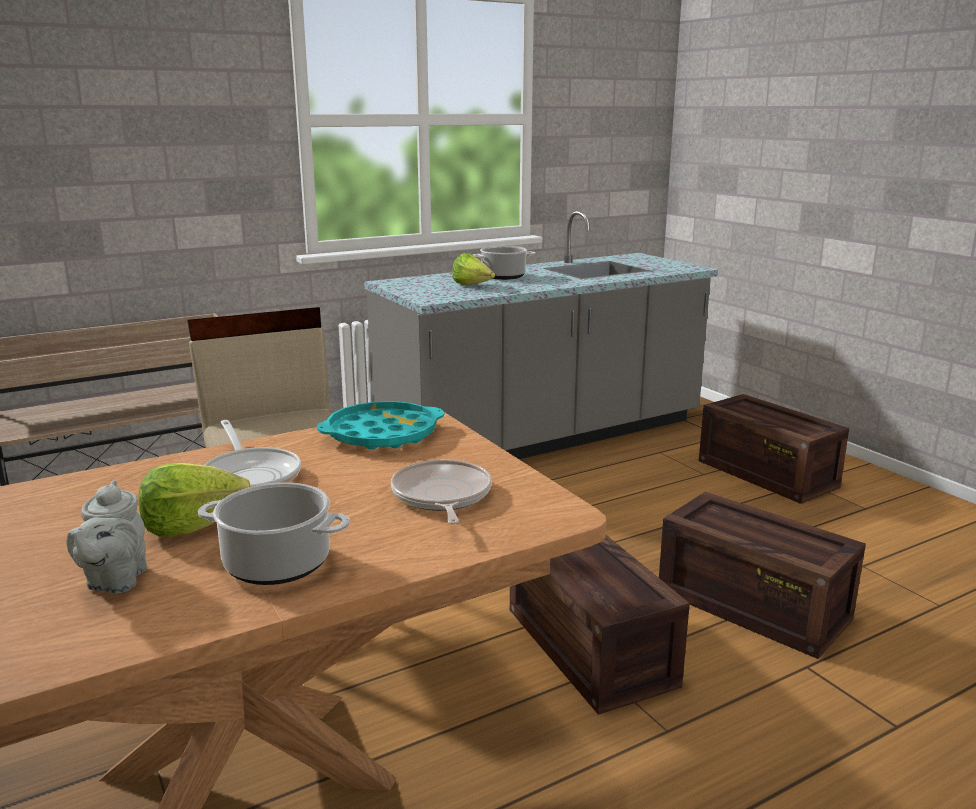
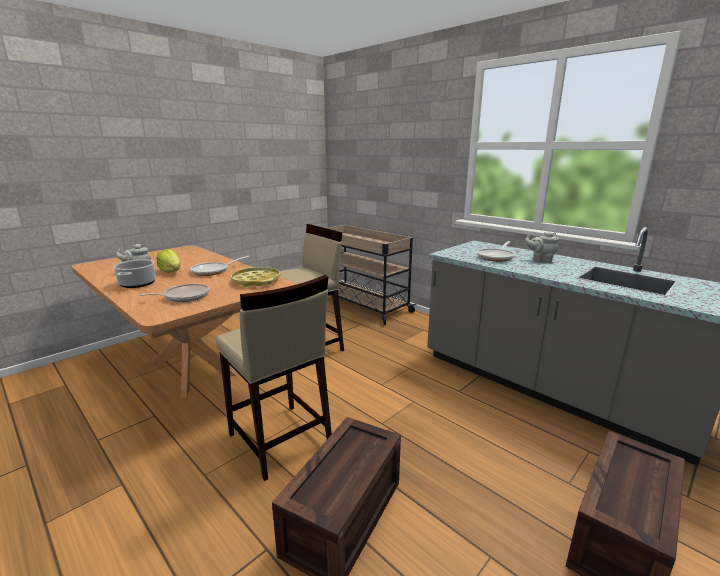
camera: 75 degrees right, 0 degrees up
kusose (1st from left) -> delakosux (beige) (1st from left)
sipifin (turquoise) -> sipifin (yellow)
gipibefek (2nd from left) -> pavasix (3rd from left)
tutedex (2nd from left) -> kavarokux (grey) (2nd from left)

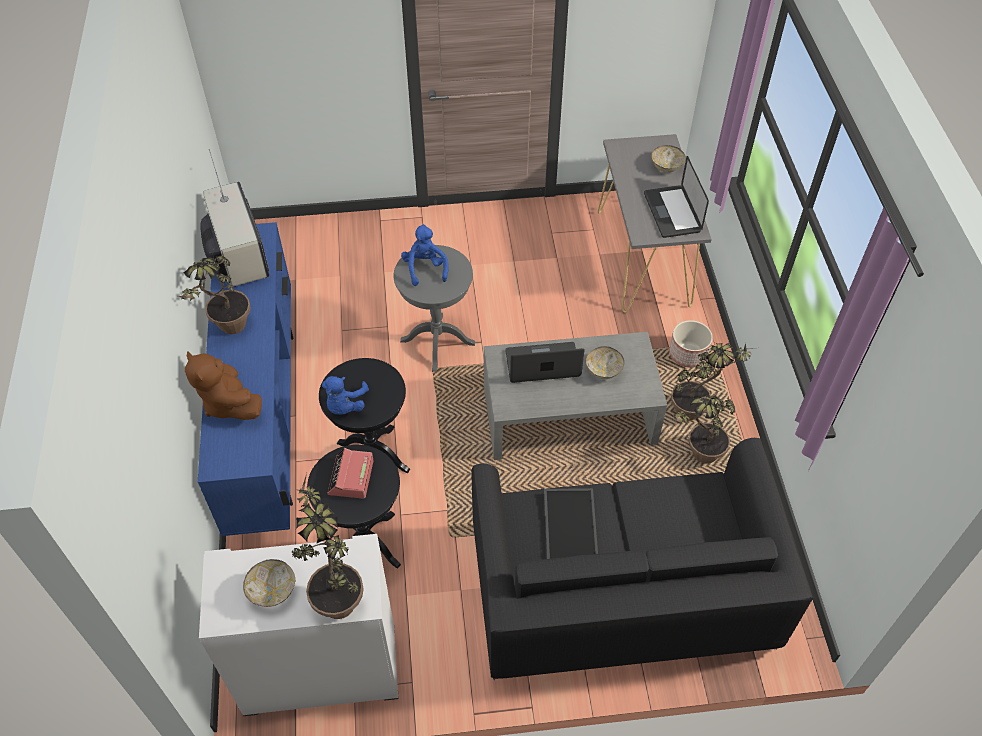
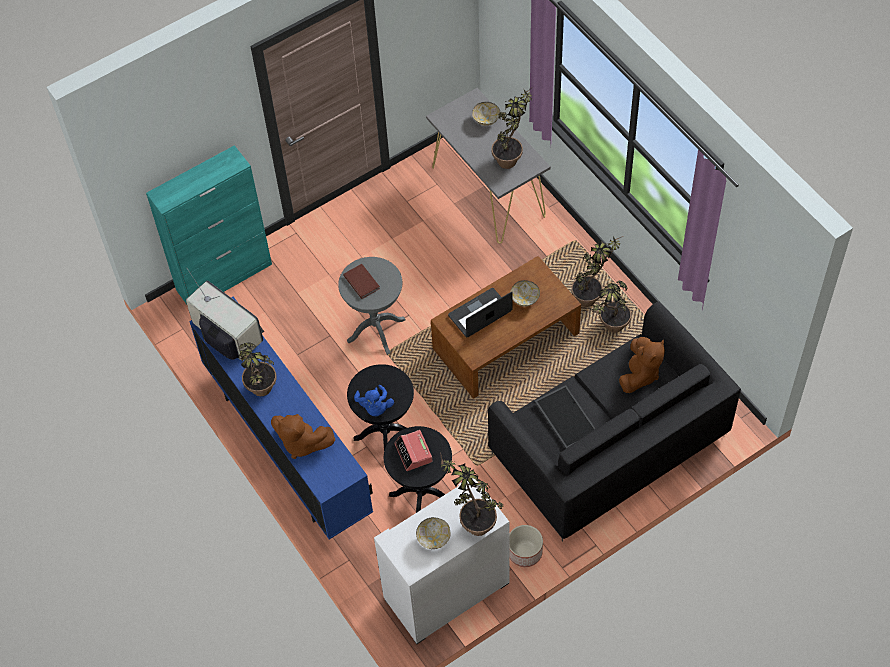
camera: 25 degrees left, 5 degrees up
none -> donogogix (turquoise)
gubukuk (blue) (2nd from left) -> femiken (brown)
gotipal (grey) -> gotipal (brown)
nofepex (2nd from left) -> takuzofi (3rd from left)
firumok, move
none -> gubukuk (brown) (2nd from left)

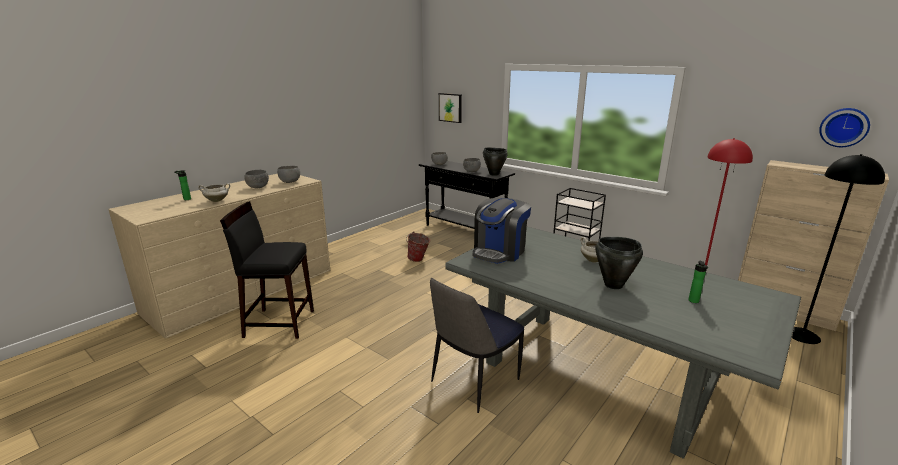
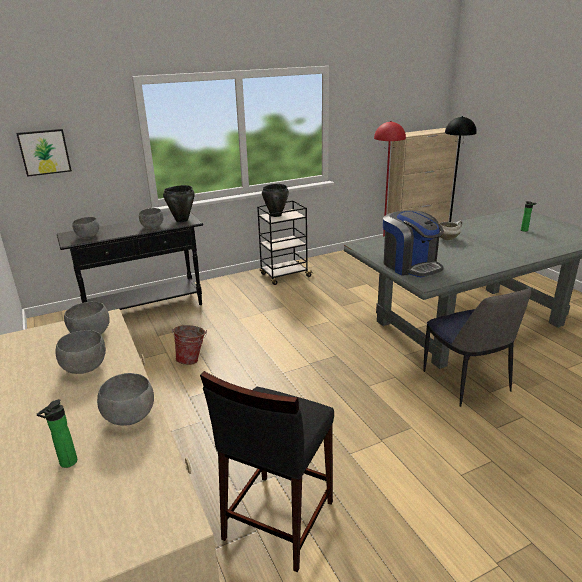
camera: 65 degrees left, 5 degrees up
tutedex (white) (1st from left) -> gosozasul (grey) (4th from left)
tutedex (black) (2nd from left), move
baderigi -> none

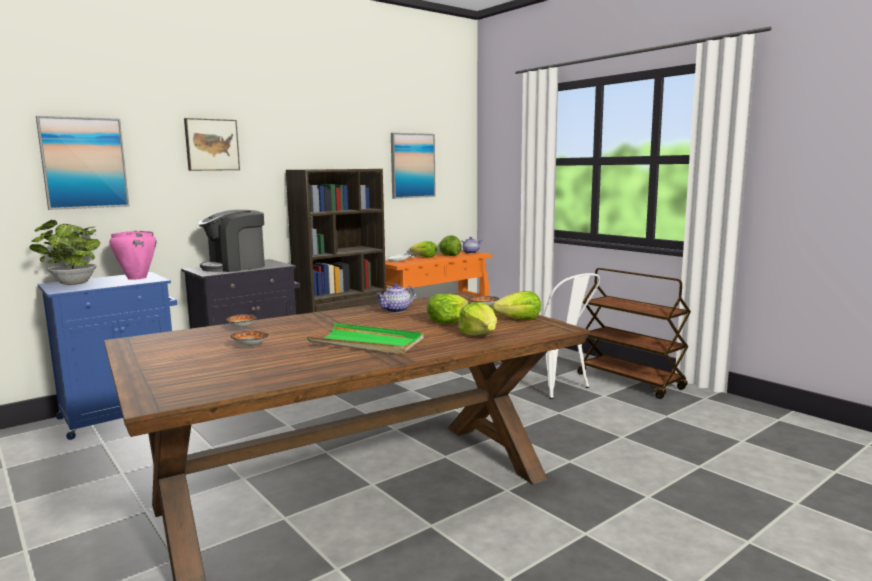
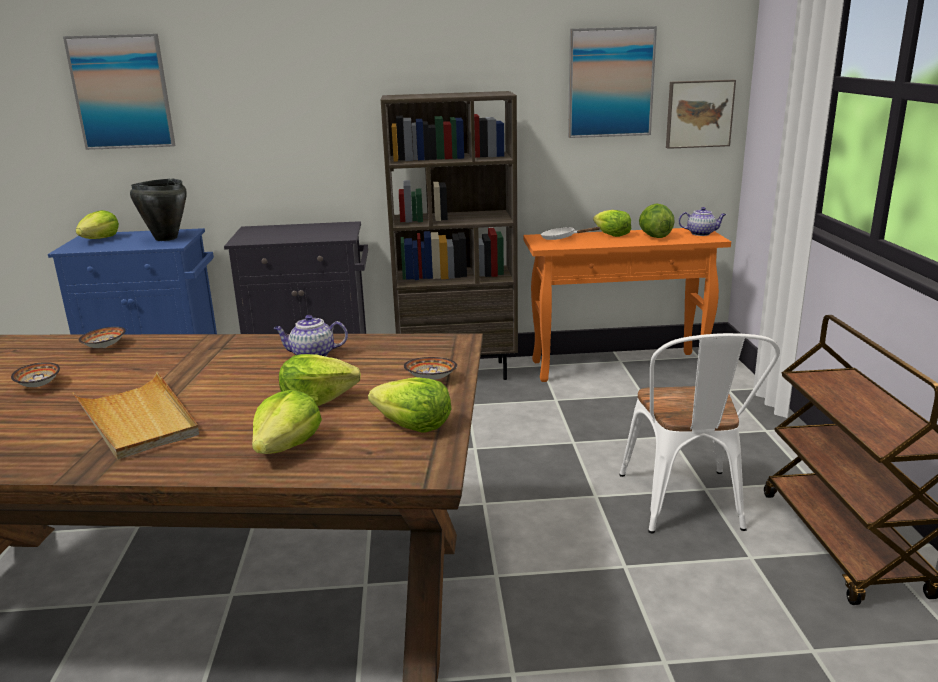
camera: 35 degrees right, 10 degrees up
sipifin (green) -> sipifin (beige)
takuzofi -> gipibefek (1st from left)
tutedex (pink) -> tutedex (black)
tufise (2nd from left in the first image) -> tufise (3rd from left), move
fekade -> none

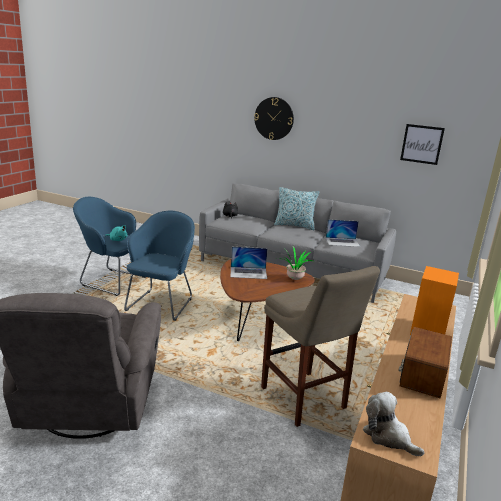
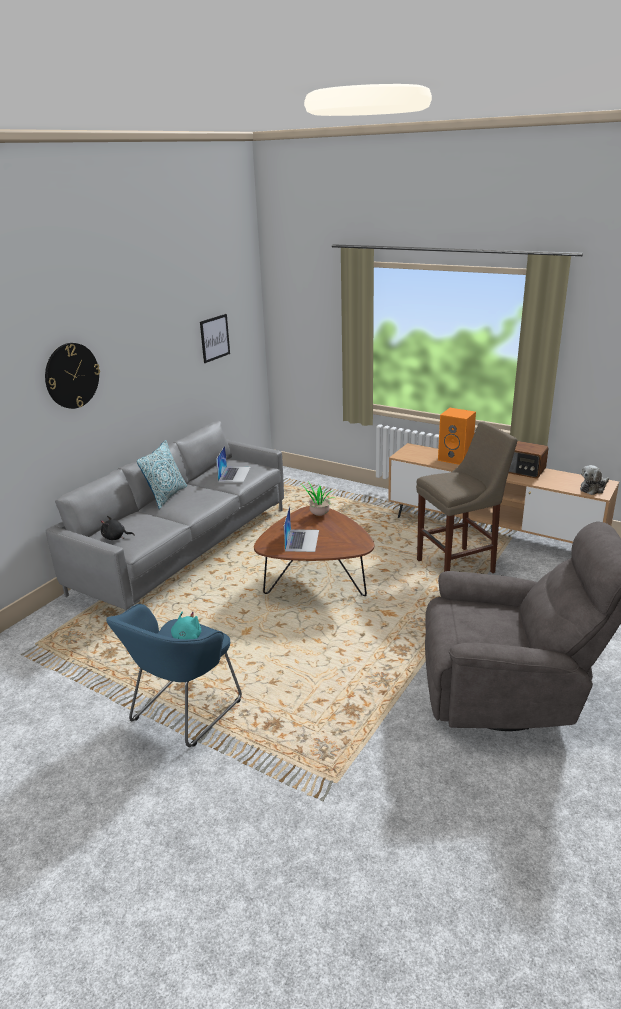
camera: 80 degrees left, 5 degrees up
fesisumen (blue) (2nd from left) -> none

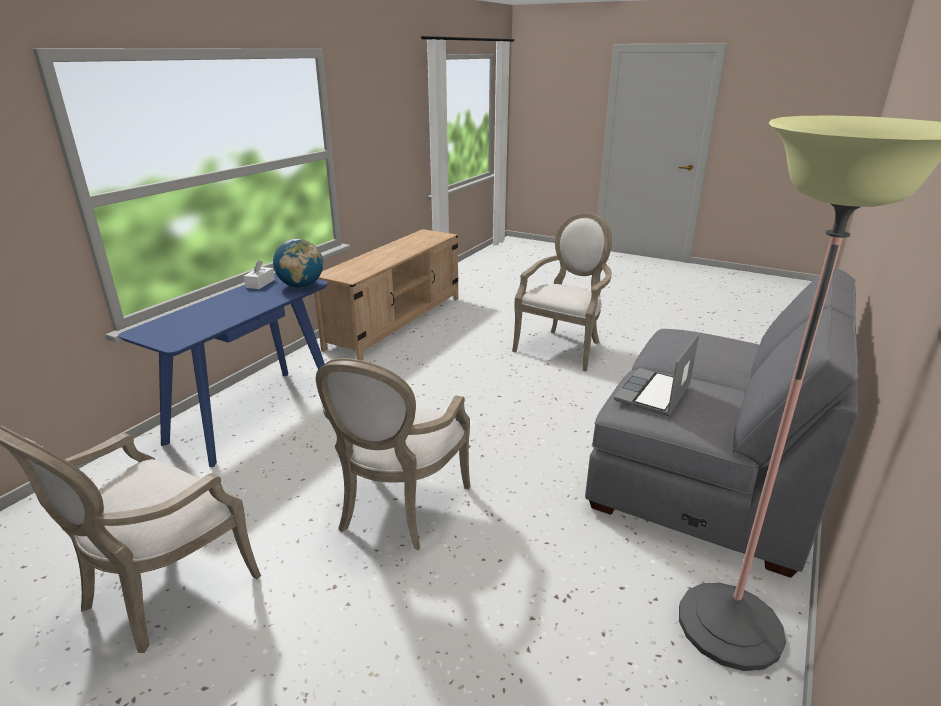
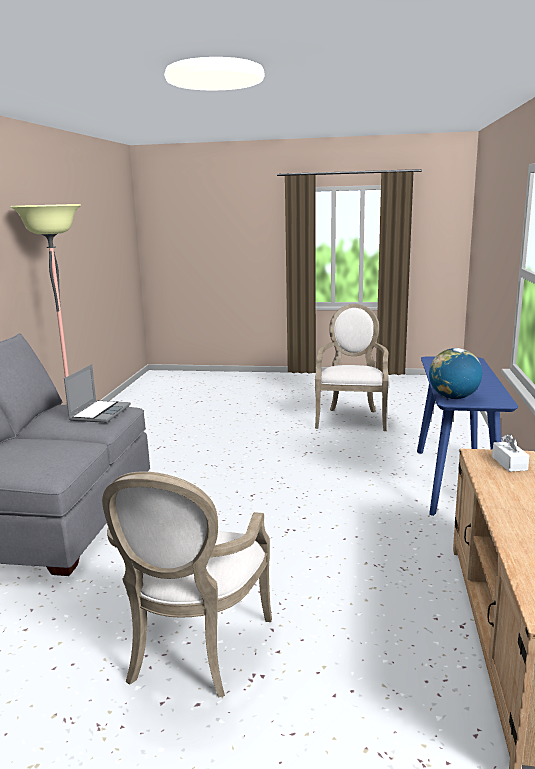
camera: 160 degrees right, 10 degrees down
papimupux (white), move
fesisumen (2nd from left) -> none

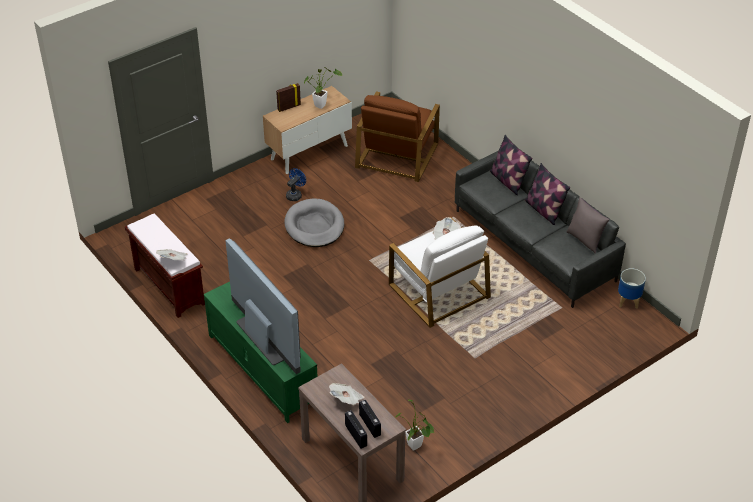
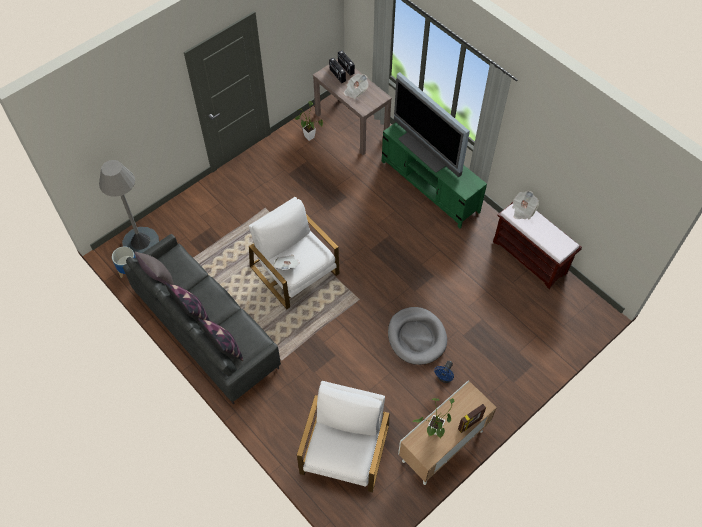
camera: 175 degrees right, 15 degrees up
none -> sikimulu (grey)
fesisumen (brown) -> fesisumen (white) (2nd from left)

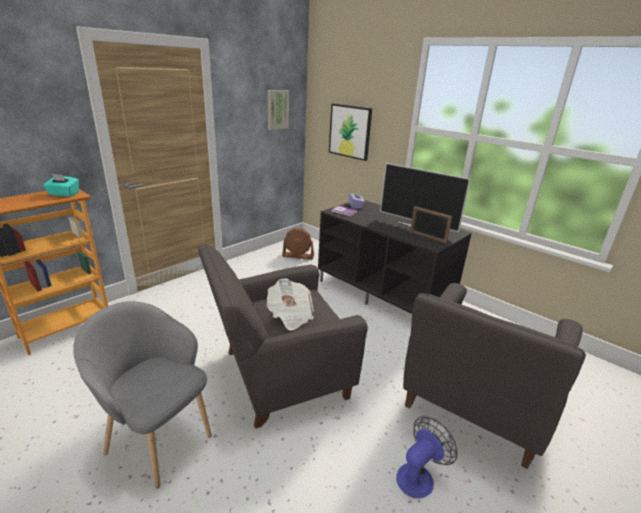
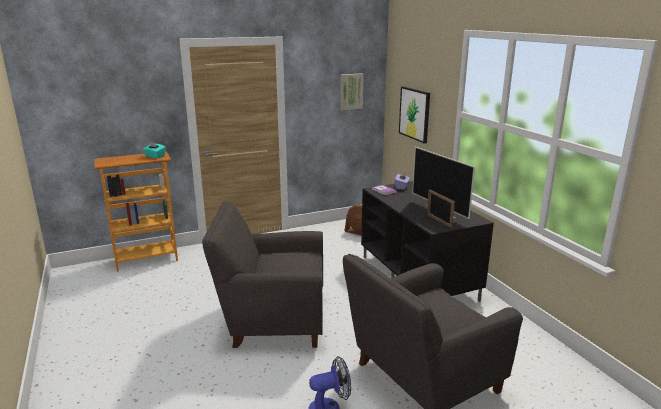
camera: 25 degrees right, 5 degrees down
fesisumen (grey) (1st from left) -> none
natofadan -> none

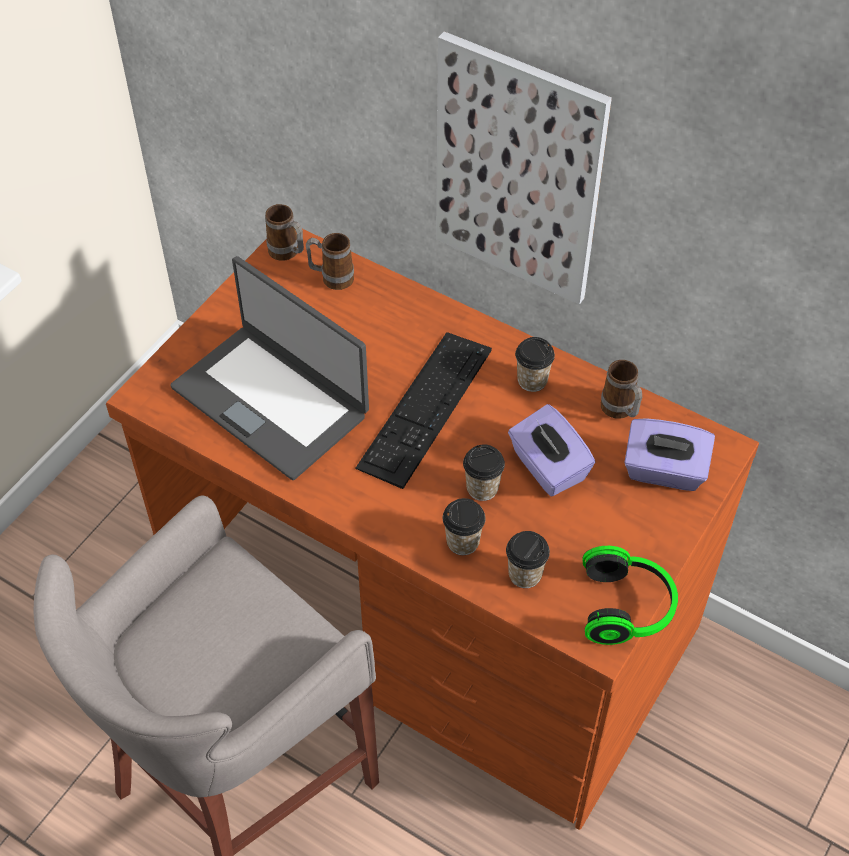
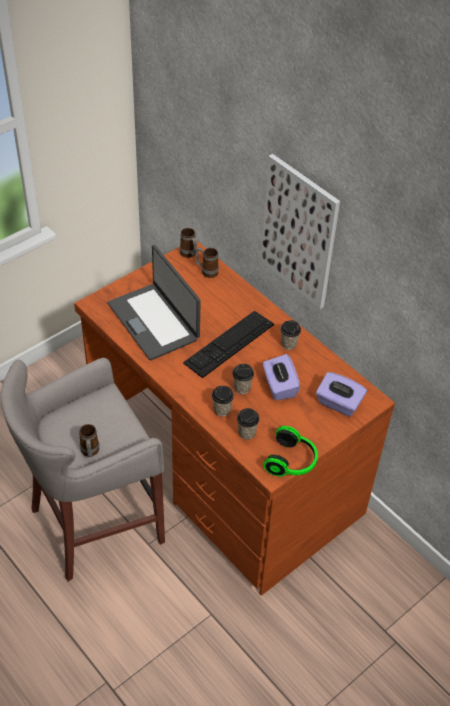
camera: 15 degrees right, 5 degrees down
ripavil (3rd from left in the first image) -> ripavil (1st from left), move

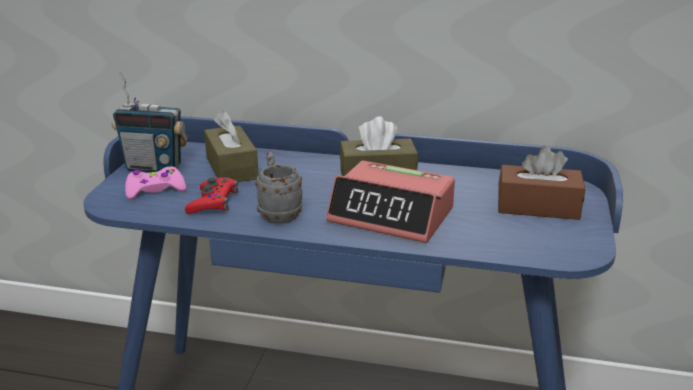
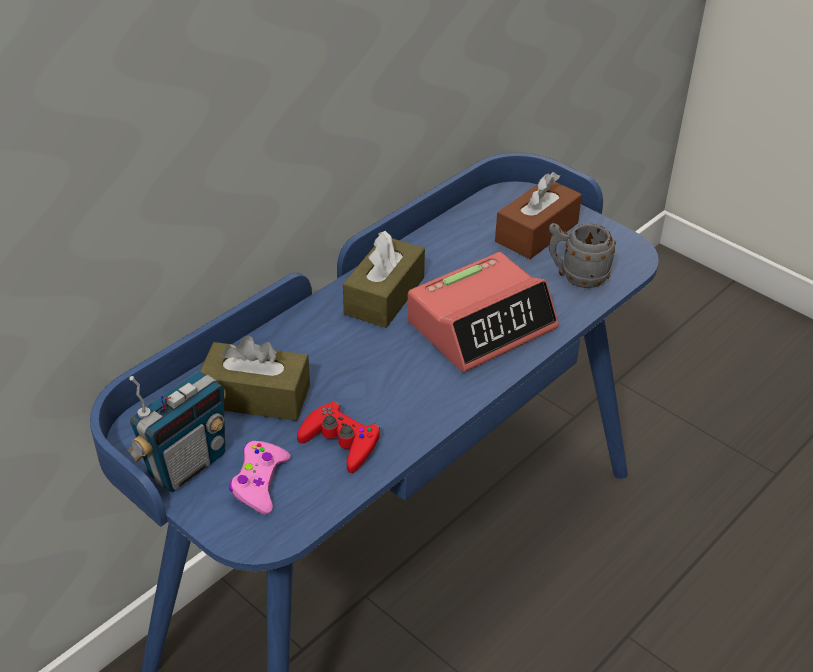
camera: 60 degrees left, 15 degrees up
ripavil (grey), move

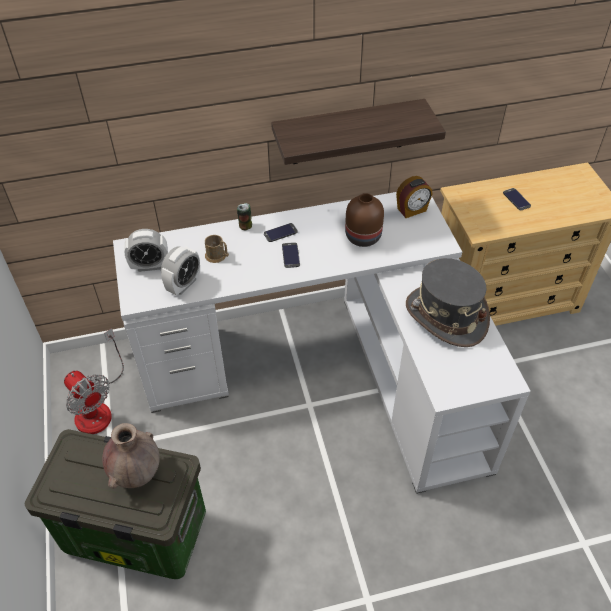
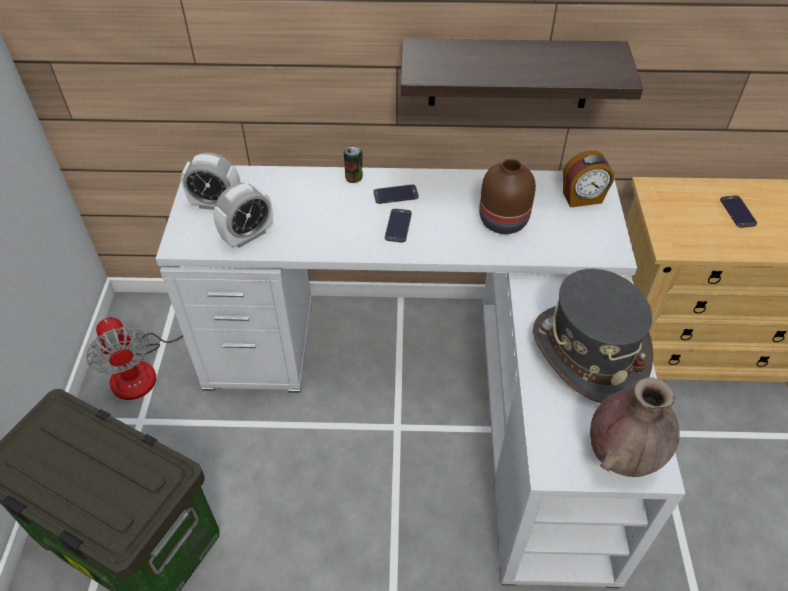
camera: 15 degrees right, 0 degrees up
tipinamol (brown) (1st from left in the first image) -> tipinamol (brown) (2nd from left), move
ripavil (brown) -> none

